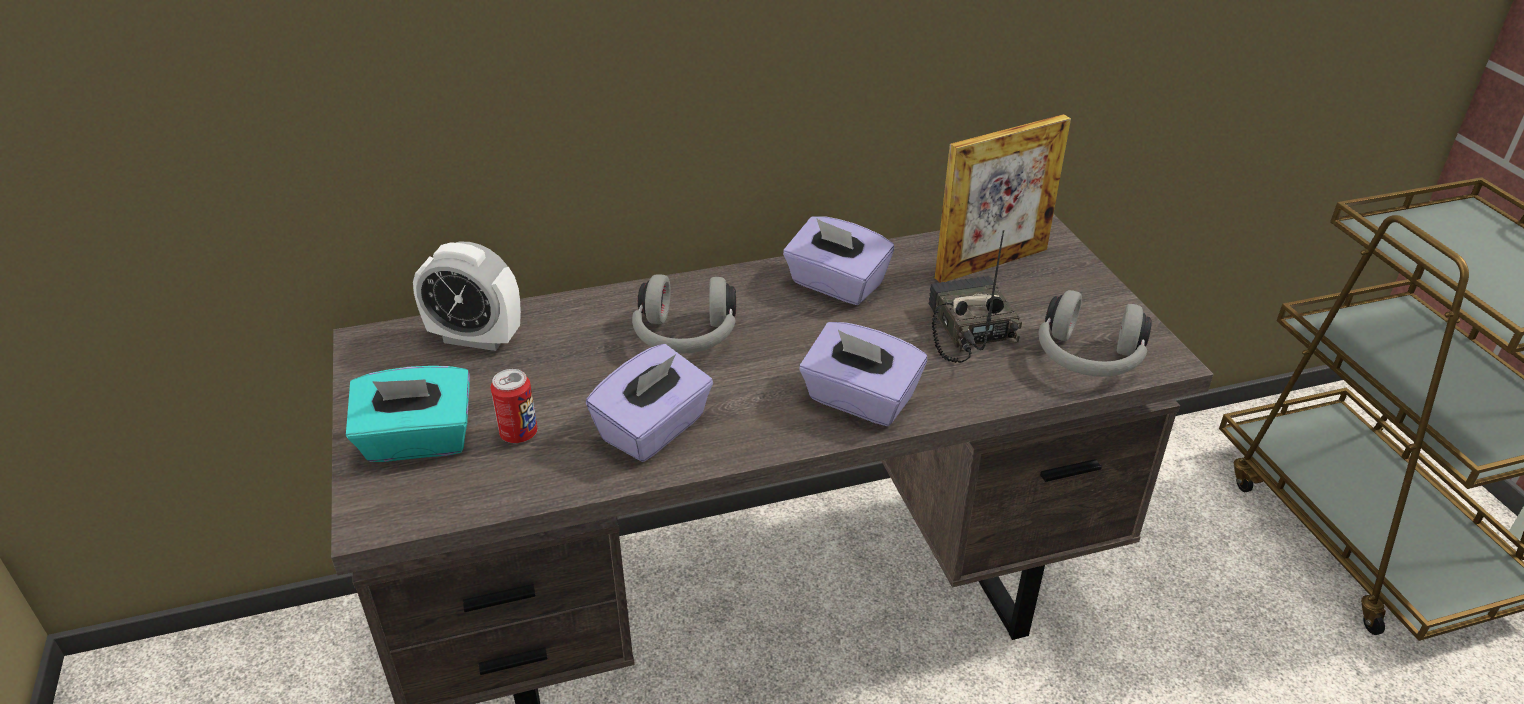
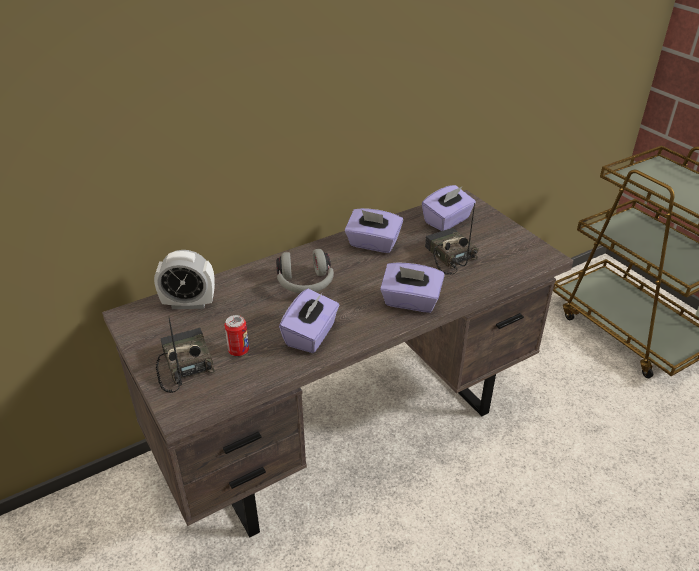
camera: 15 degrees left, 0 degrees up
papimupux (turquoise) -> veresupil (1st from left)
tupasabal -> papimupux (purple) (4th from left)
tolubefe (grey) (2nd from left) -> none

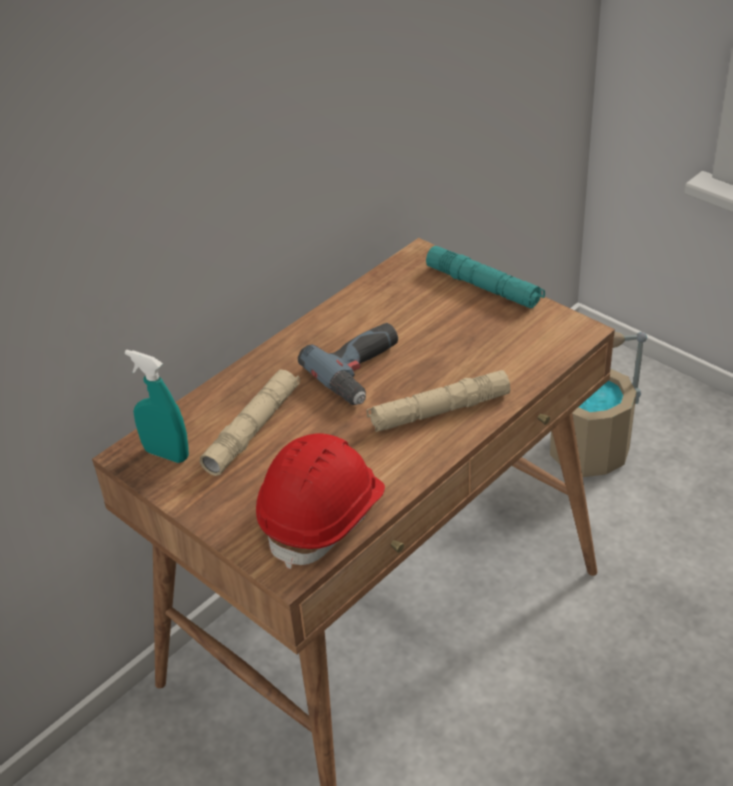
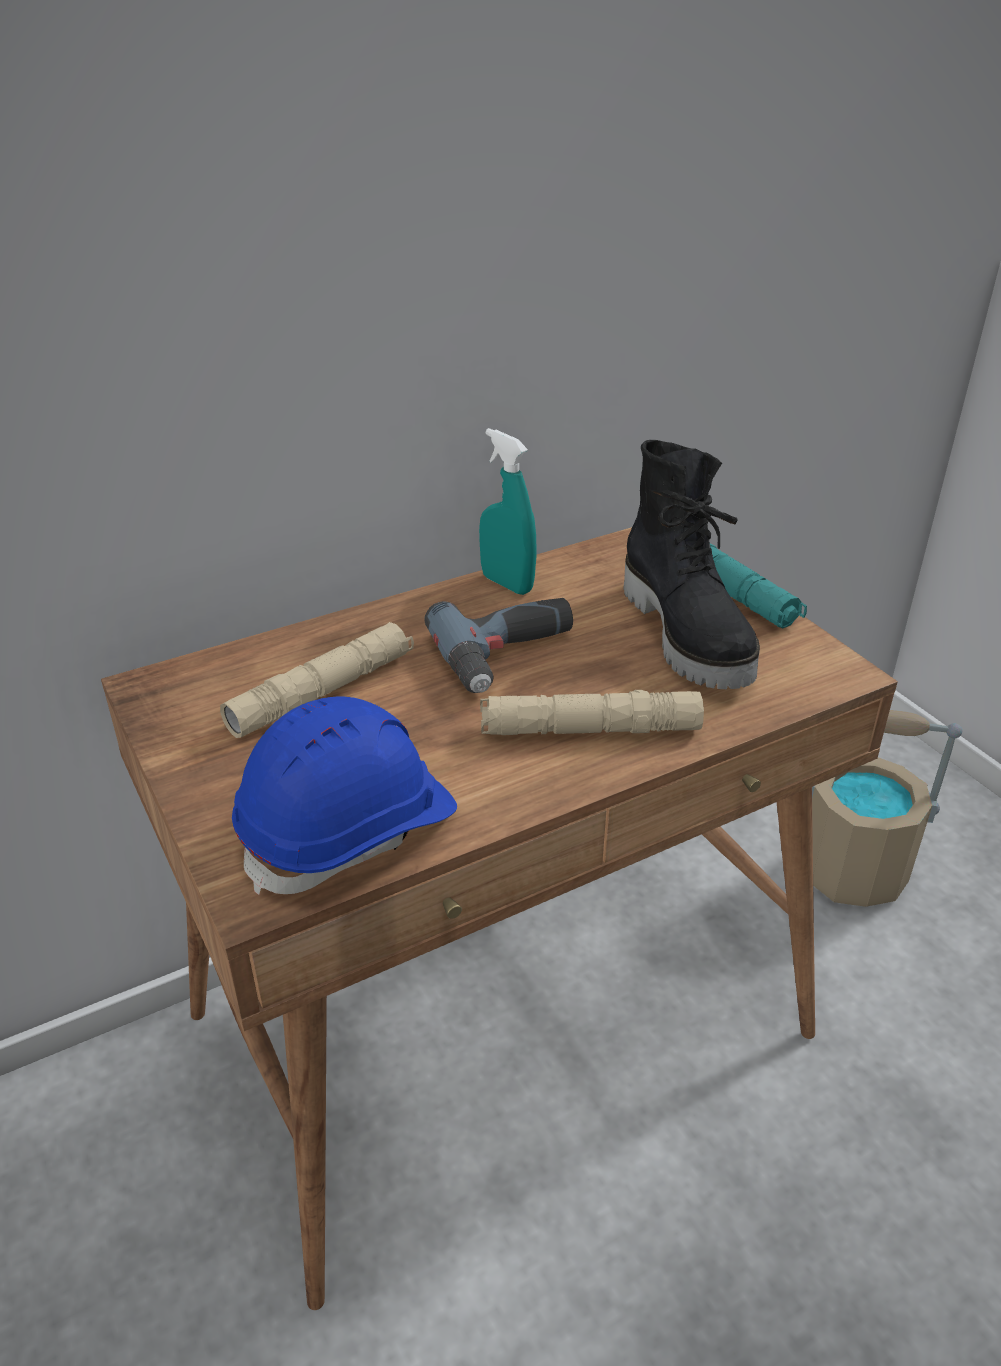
camera: 15 degrees right, 5 degrees down
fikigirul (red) -> fikigirul (blue)
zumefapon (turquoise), move
none -> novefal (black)

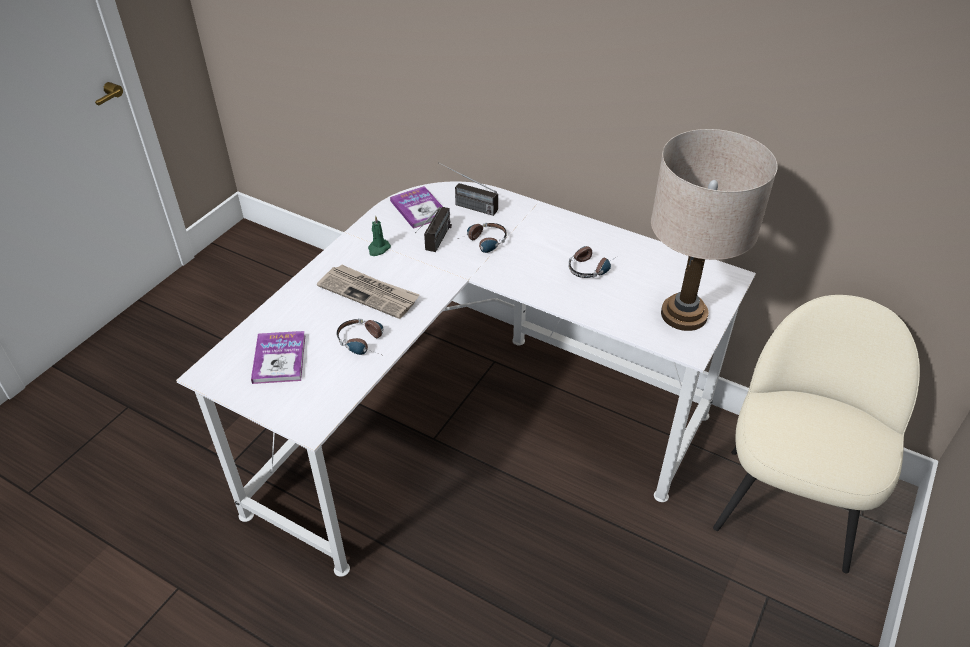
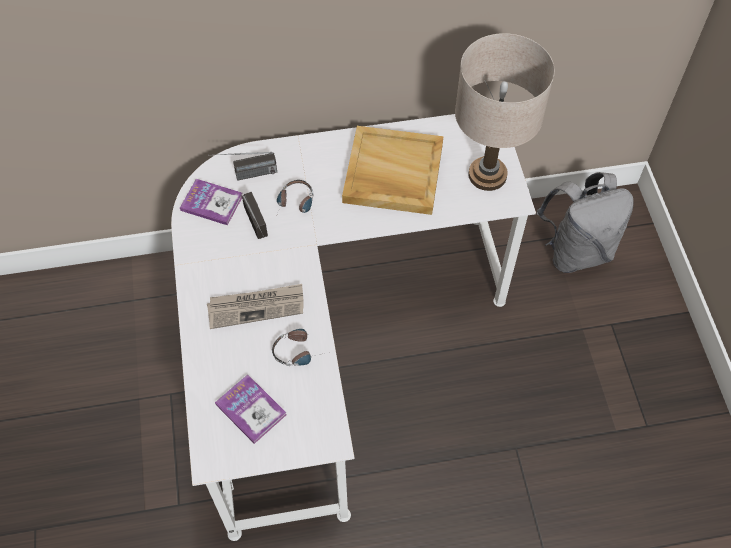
camera: 40 degrees left, 15 degrees up
tolubefe (3rd from left) -> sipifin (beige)
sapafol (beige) -> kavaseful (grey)
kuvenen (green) -> none

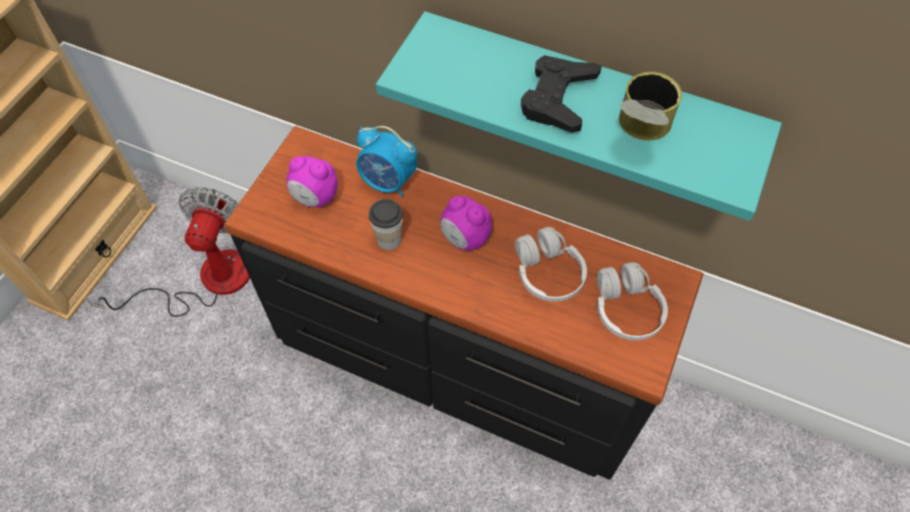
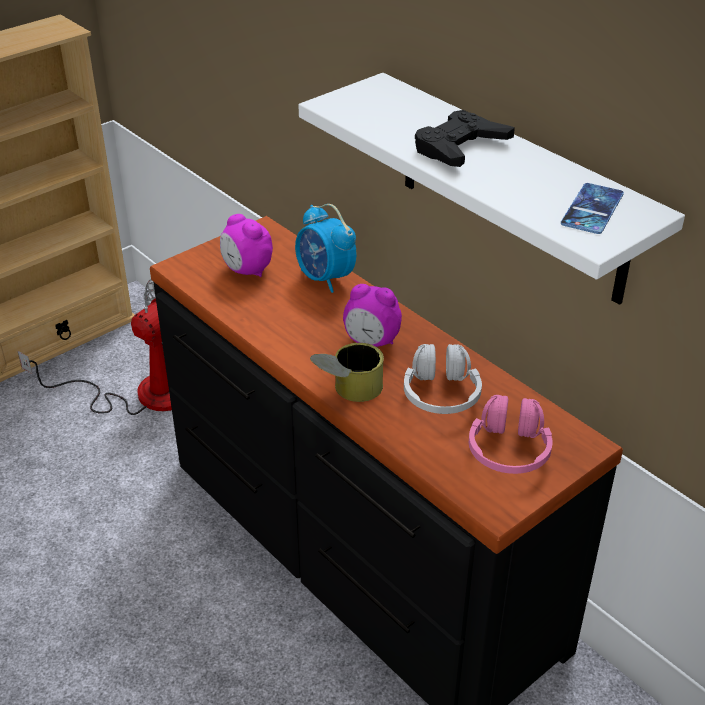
camera: 25 degrees right, 20 degrees down
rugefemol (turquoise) -> rugefemol (white)
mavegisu, move
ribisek (3rd from left), 45 degrees counterclockwise
tolubefe (white) (2nd from left) -> tolubefe (pink)
none -> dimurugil
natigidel -> none

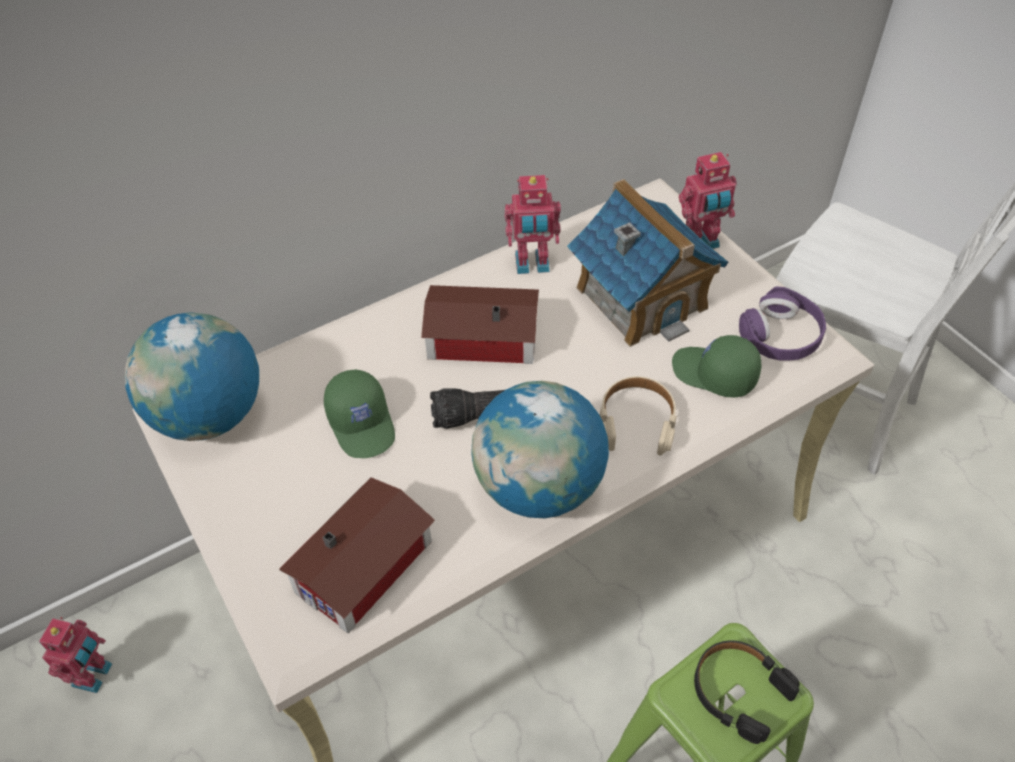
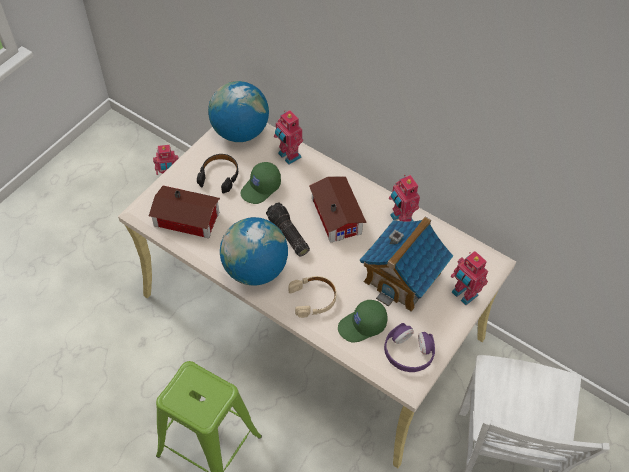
camera: 65 degrees right, 5 degrees up
tolubefe (black), move
none -> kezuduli (2nd from left)
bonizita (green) (2nd from left), 120 degrees counterclockwise

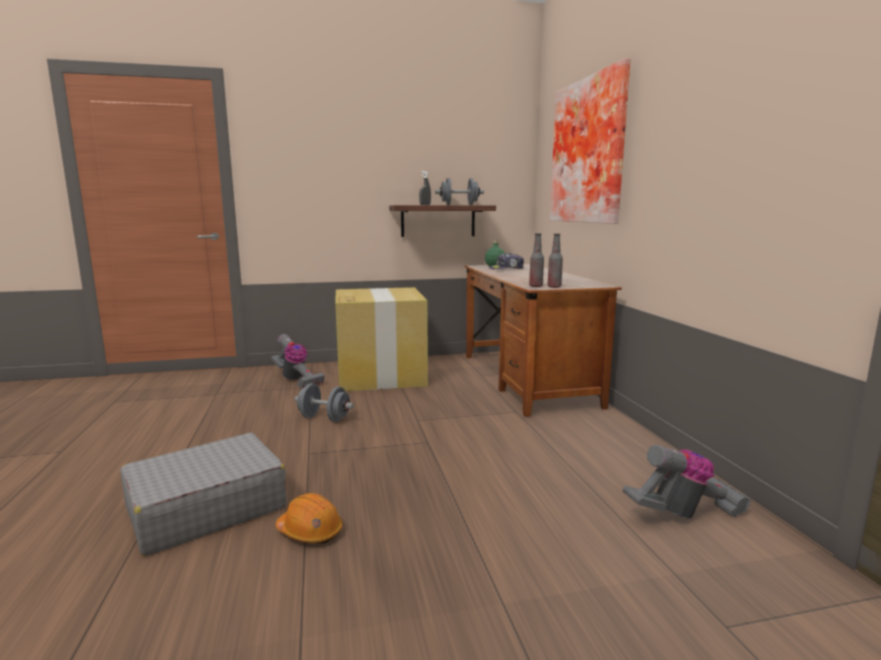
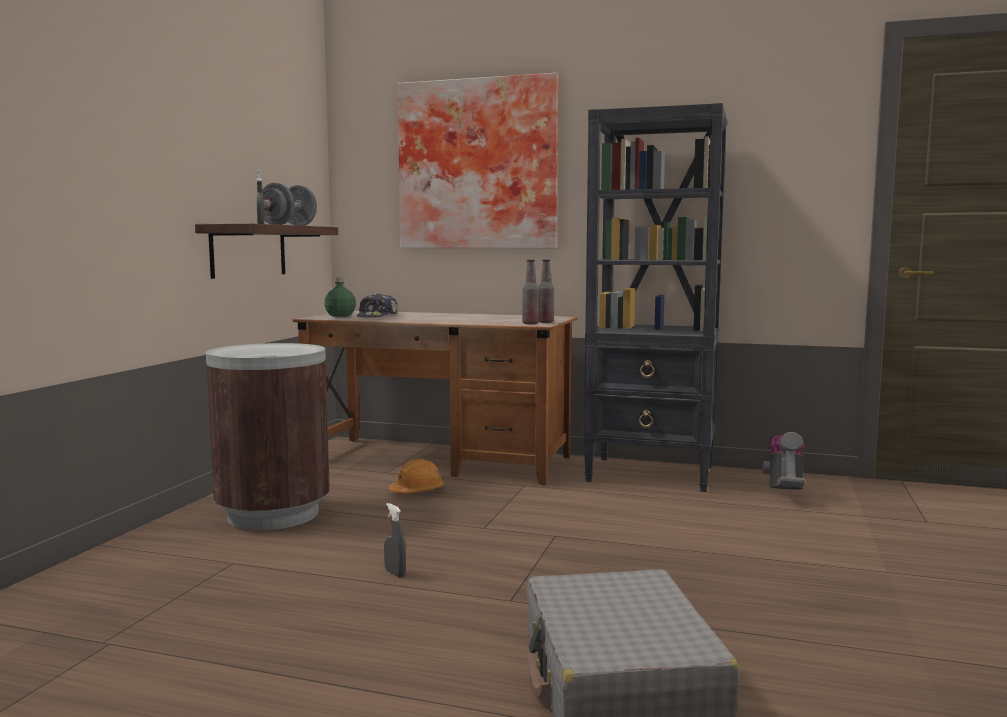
camera: 60 degrees left, 5 degrees down
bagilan -> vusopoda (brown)
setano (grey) (1st from left) -> zumefapon (grey) (2nd from left)
fikigirul (orange), move
none -> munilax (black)
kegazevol (1st from left) -> none

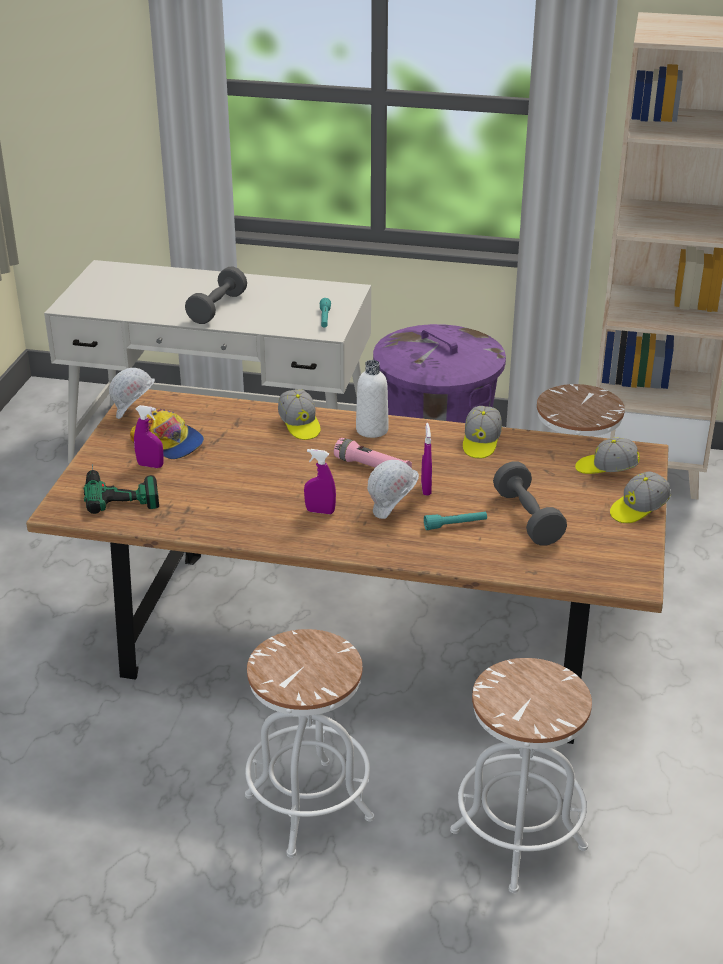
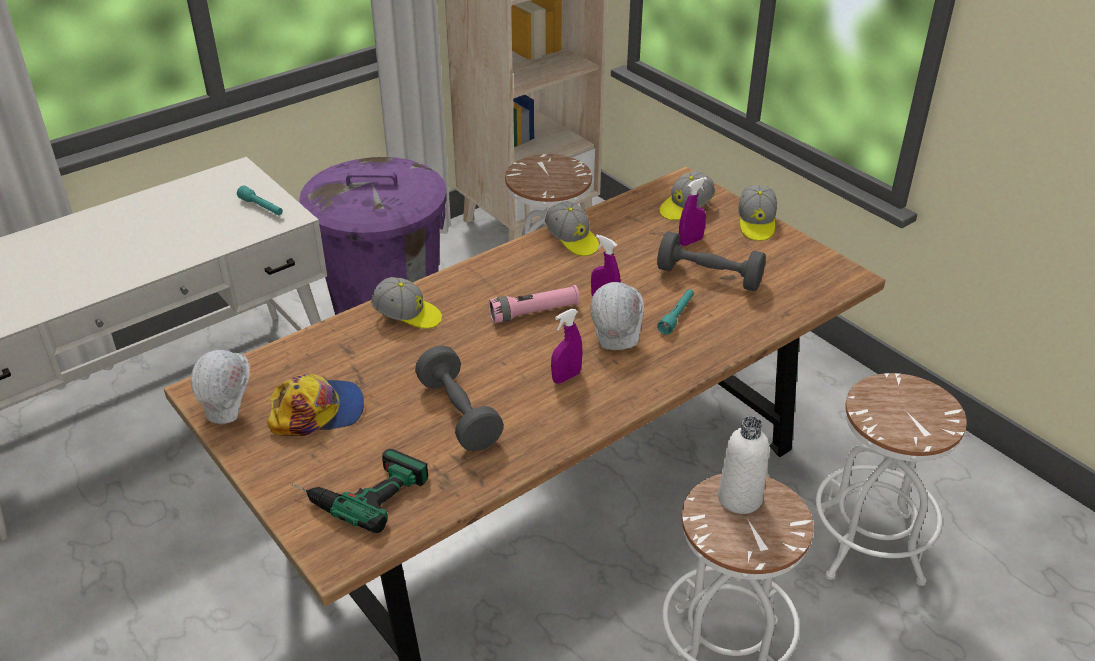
camera: 50 degrees left, 5 degrees up
setano (grey) (1st from left), move
zumefapon (purple) (1st from left in the first image) -> zumefapon (purple) (3rd from left), move
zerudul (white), move

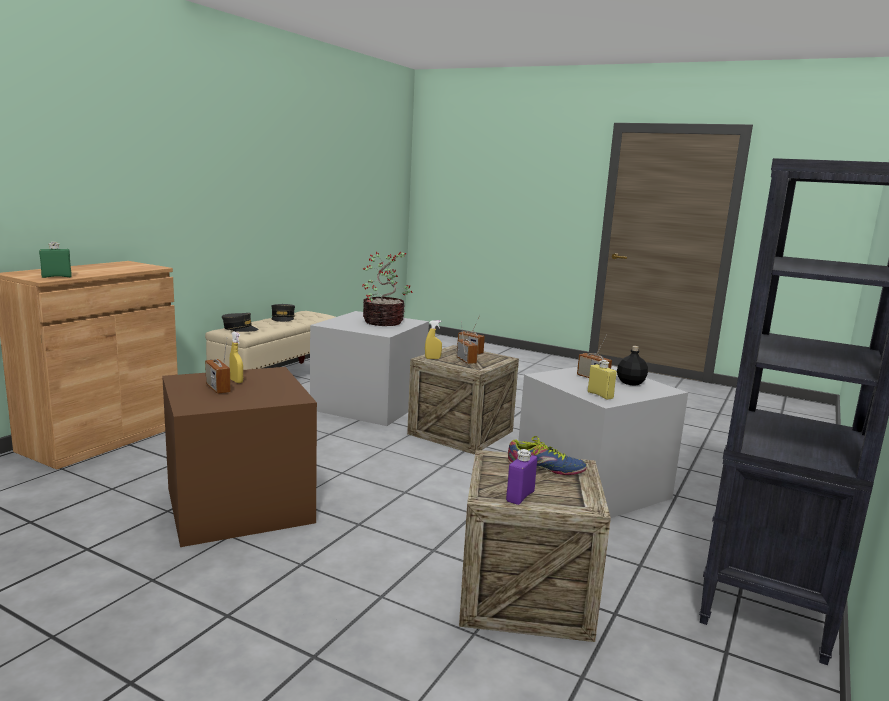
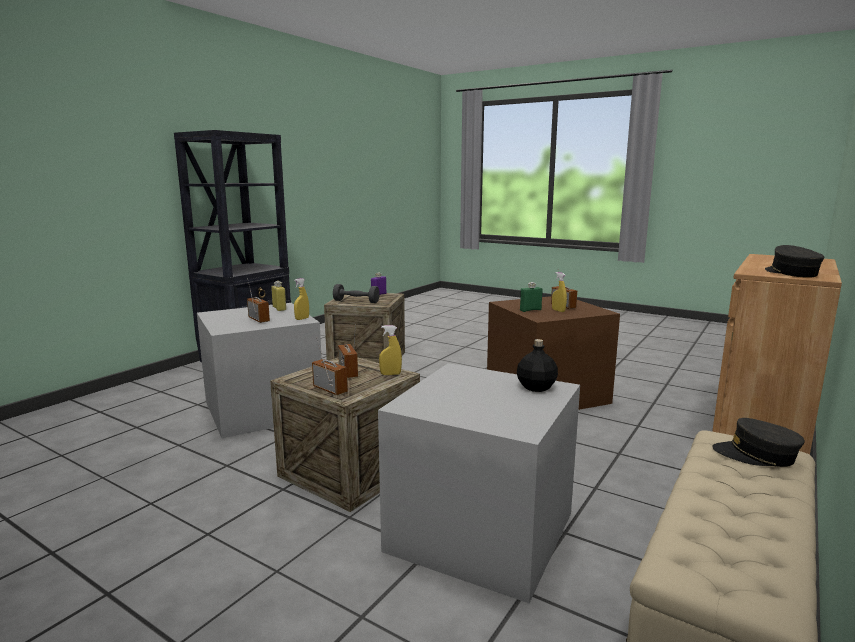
camera: 175 degrees left, 0 degrees up
none -> zumefapon (yellow) (1st from left)
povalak -> setano (grey)
zerudul (black), move
zerudul (green), move
bonizita (grey) (2nd from left), move
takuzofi -> none

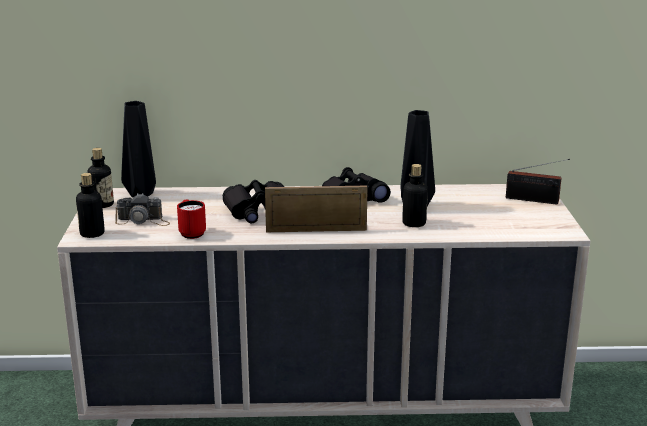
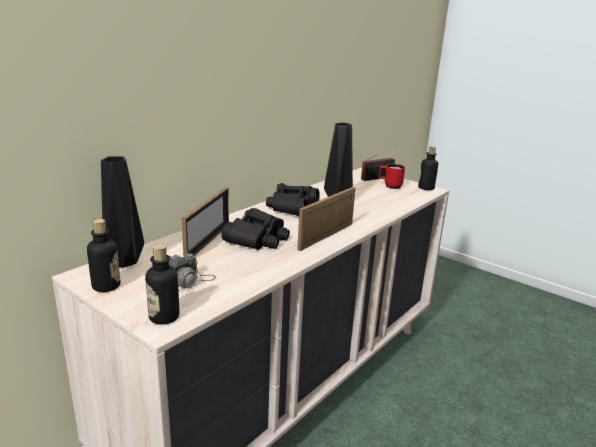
camera: 50 degrees left, 0 degrees up
none -> tupasabal (1st from left)
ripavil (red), move
zerudul (3rd from left), move

